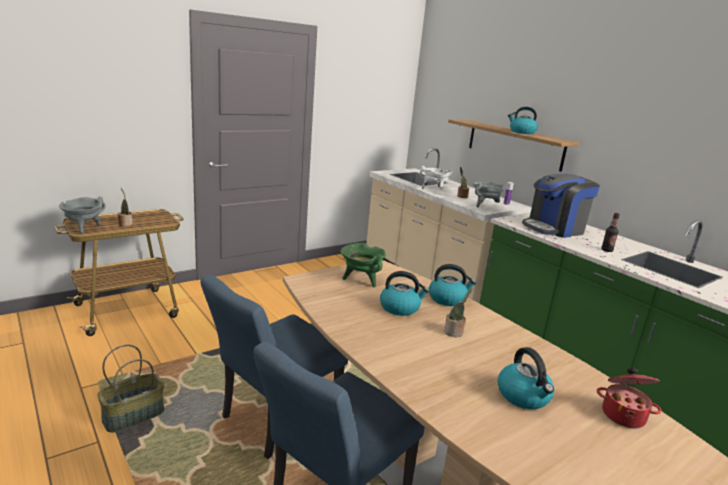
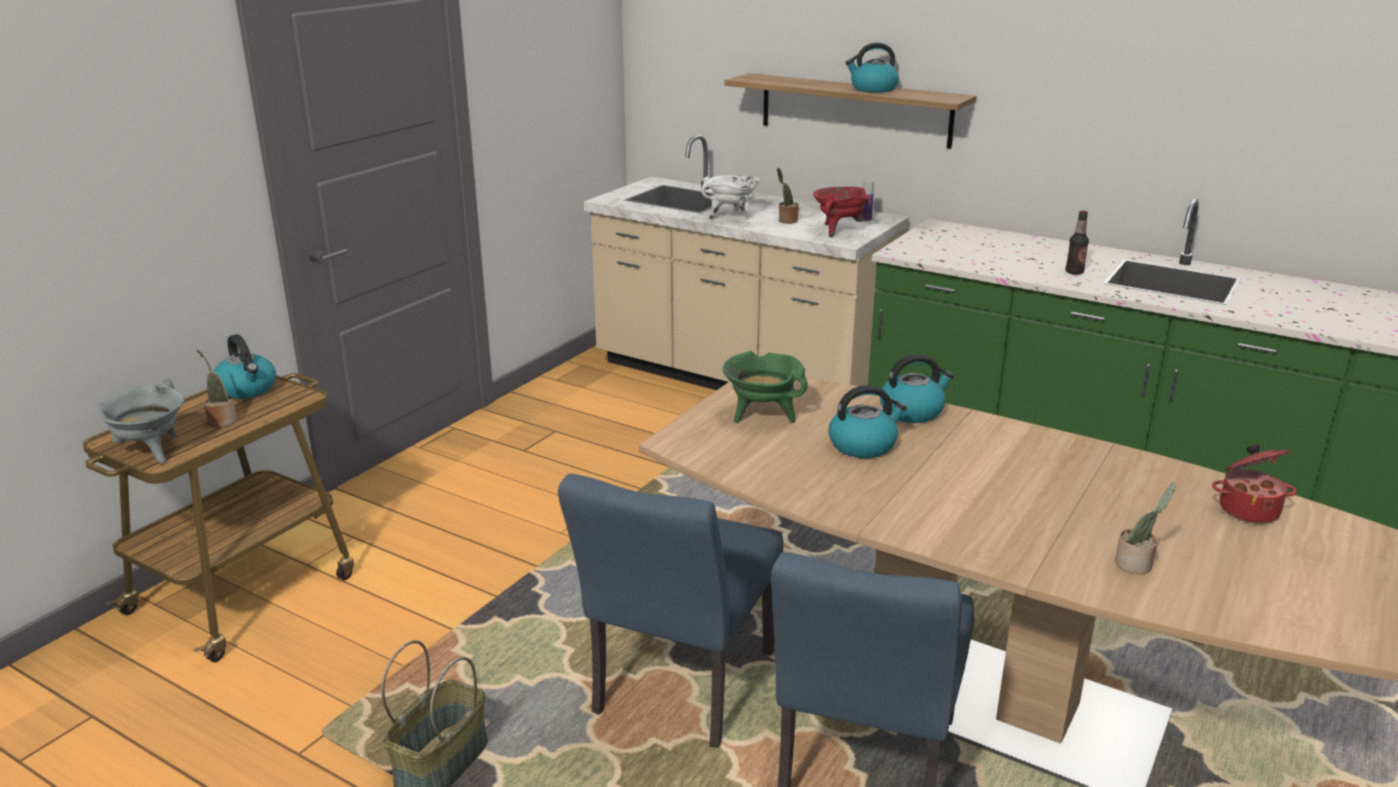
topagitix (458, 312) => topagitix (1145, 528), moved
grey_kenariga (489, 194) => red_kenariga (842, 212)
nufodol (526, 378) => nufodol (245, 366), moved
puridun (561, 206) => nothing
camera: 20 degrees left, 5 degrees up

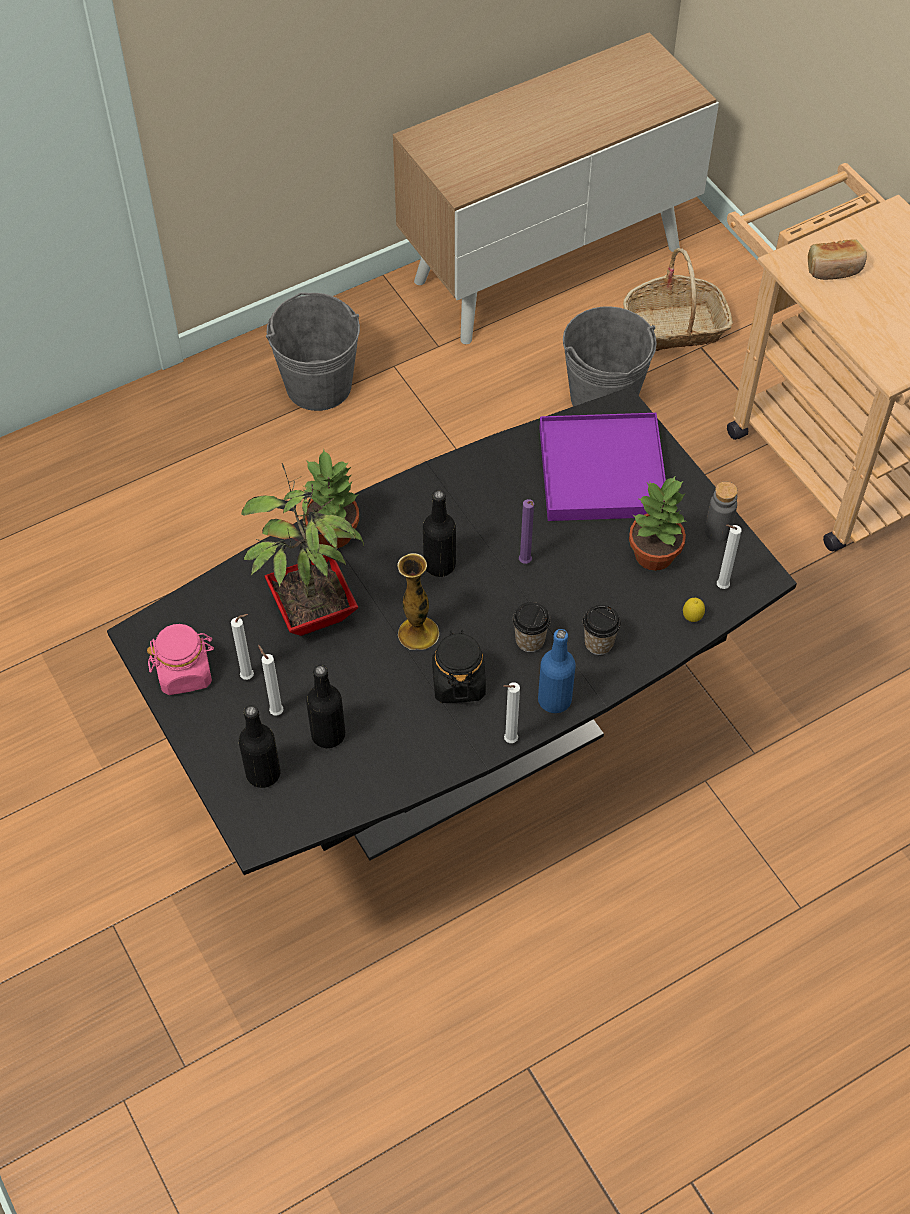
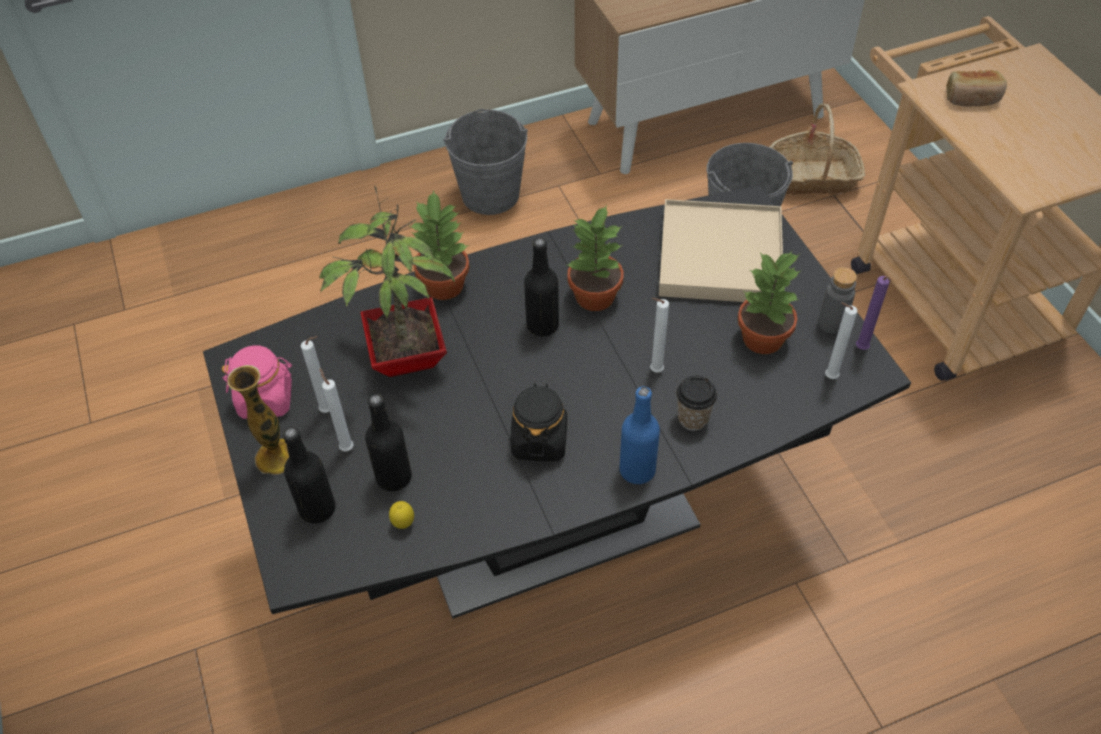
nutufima (418, 601) => nutufima (258, 420), moved
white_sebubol (511, 712) => white_sebubol (659, 335), moved
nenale (532, 627) => nothing
purple_sebubol (526, 531) => purple_sebubol (873, 313), moved
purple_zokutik (602, 467) => beige_zokutik (721, 250)
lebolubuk (694, 610) => lebolubuk (401, 515), moved
nothing => topagitix (595, 258)
camera: 10 degrees right, 5 degrees down

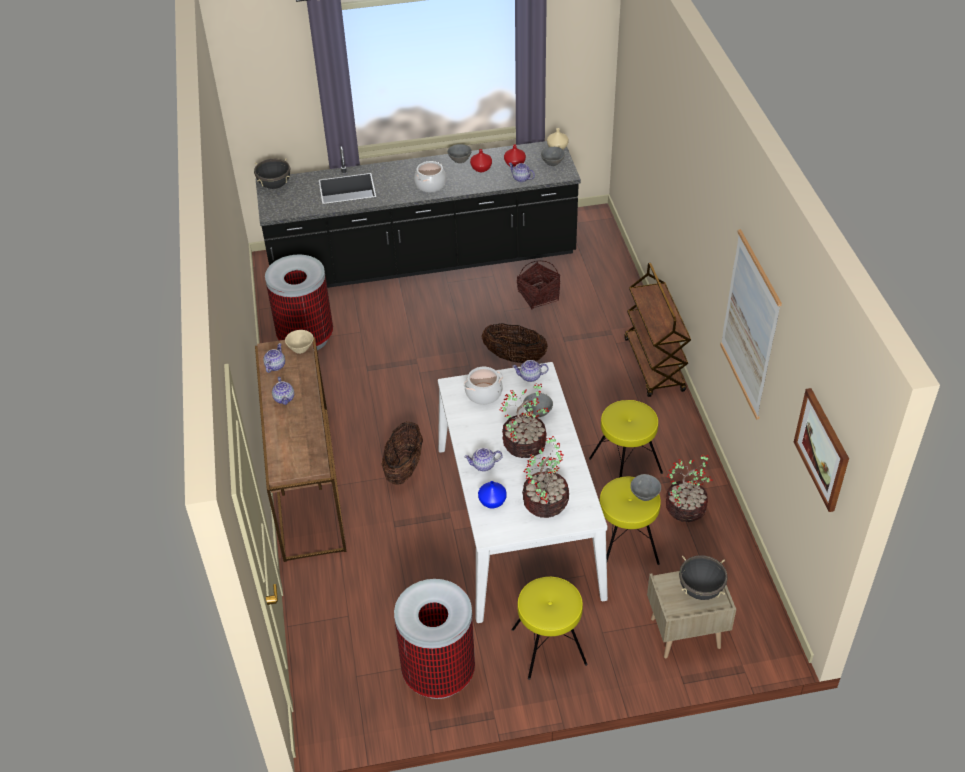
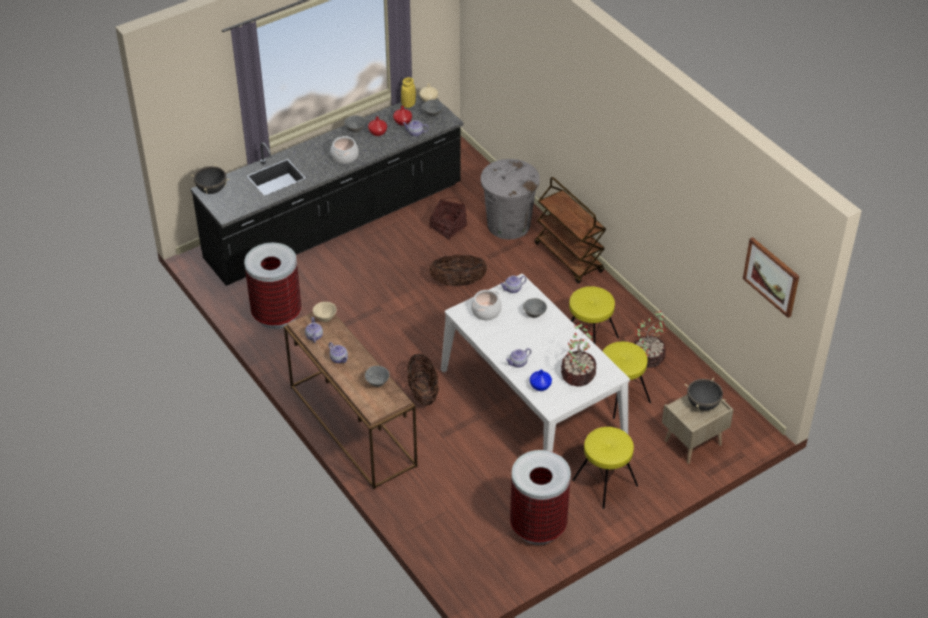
topagitix (524, 420) => nothing
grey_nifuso (645, 487) => grey_nifuso (377, 376), moved
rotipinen (751, 324) => nothing
nothing => yellow_nutufima (408, 92)
nothing => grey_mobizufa (510, 199)
camera: 25 degrees left, 0 degrees up

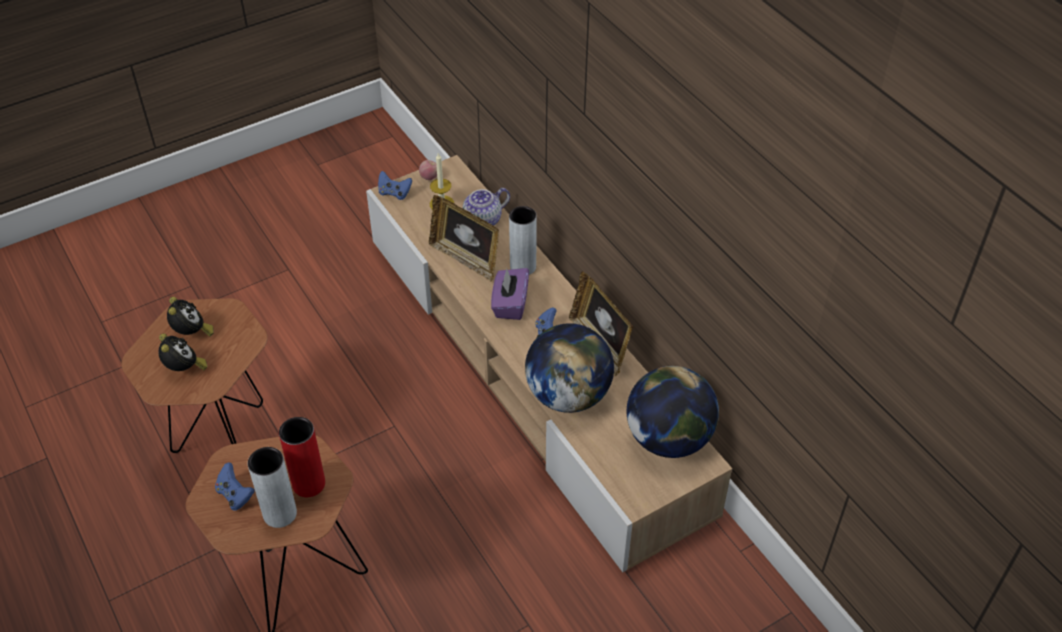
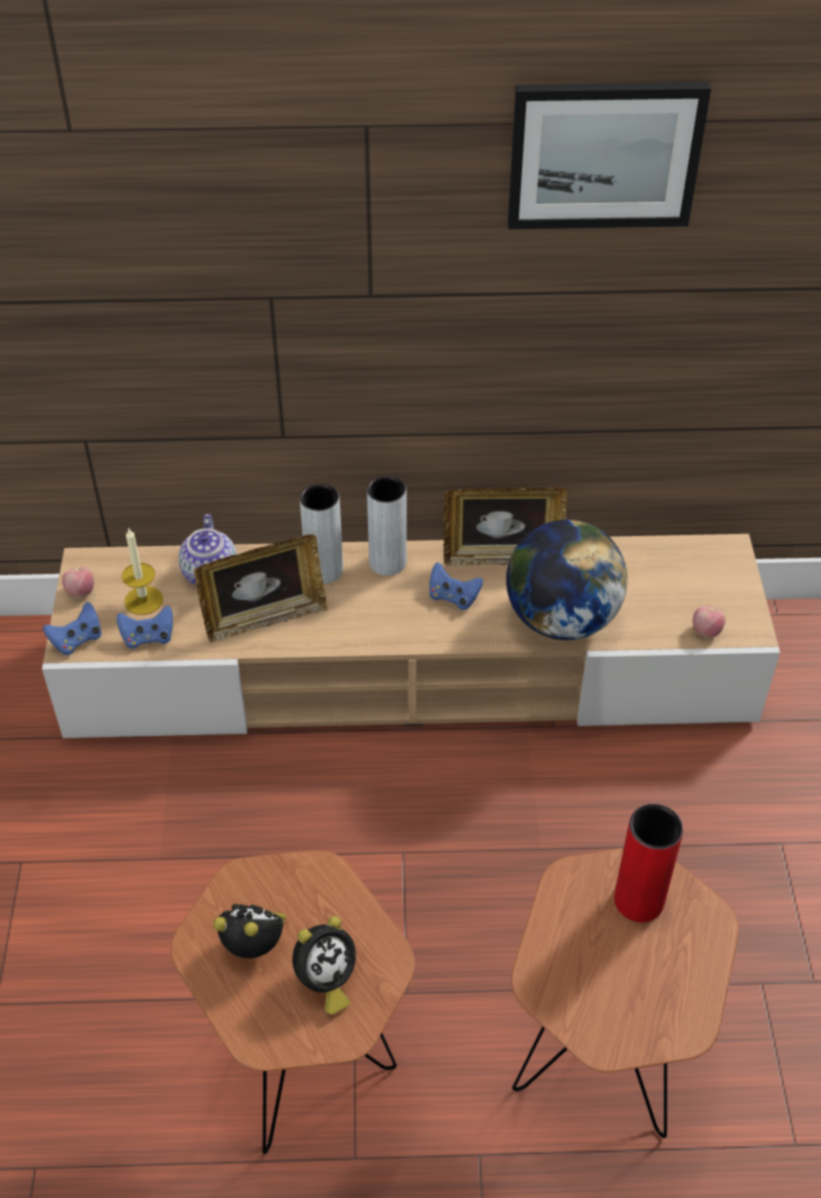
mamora (182, 352) => mamora (324, 965), 135 degrees clockwise
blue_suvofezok (235, 486) => blue_suvofezok (145, 627), moved
grey_nutufima (272, 487) => grey_nutufima (387, 526), moved
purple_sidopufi (510, 294) => nothing
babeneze (673, 412) => nothing
nothing => rotipinen (609, 155)
nothing => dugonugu (709, 622)
camera: 60 degrees left, 0 degrees up

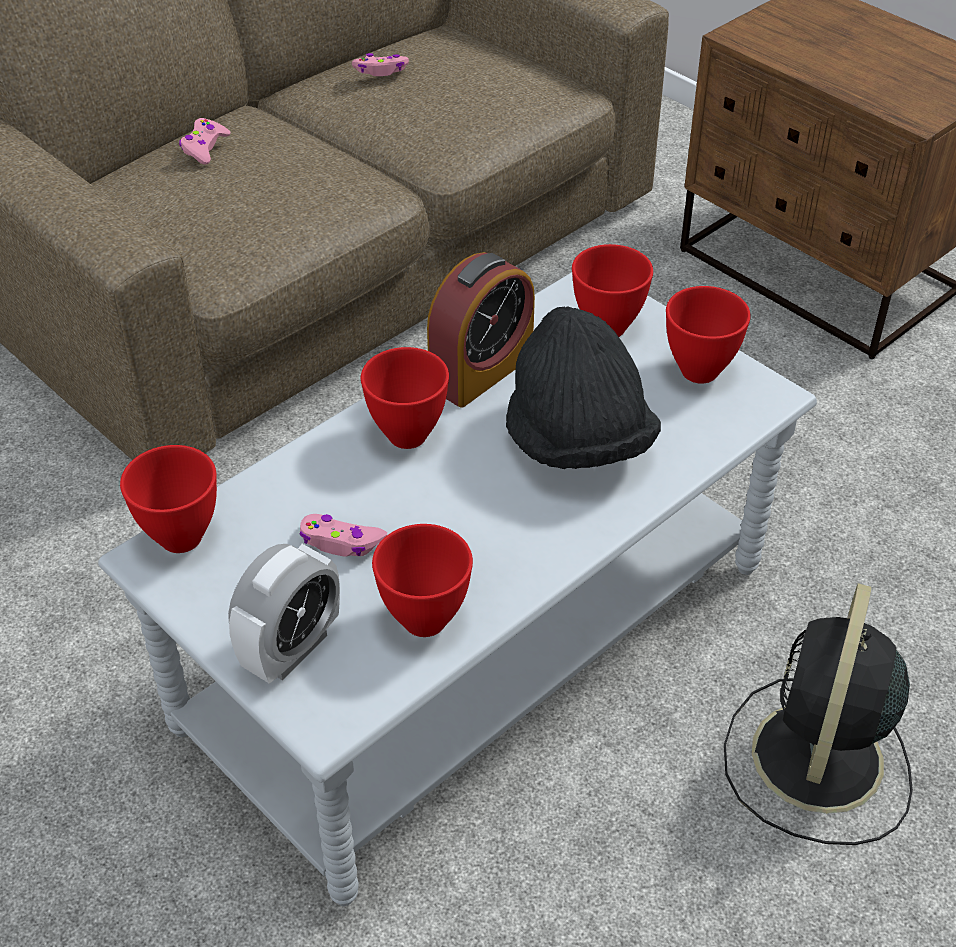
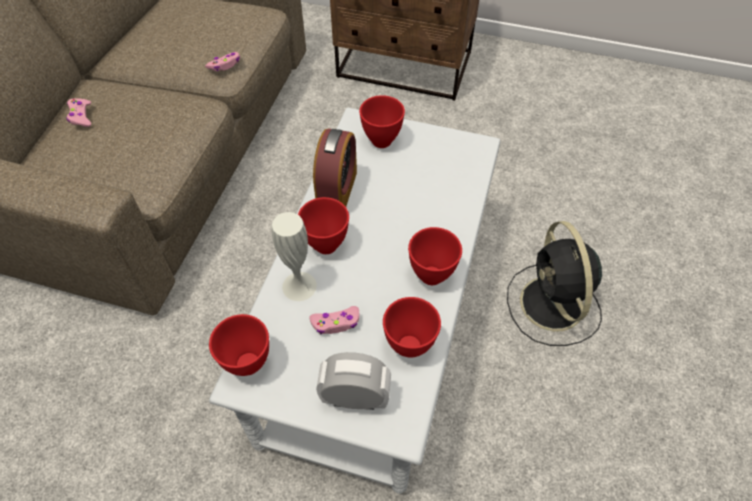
mamora (284, 614) => mamora (353, 381), 90 degrees counterclockwise
pink_suvofezok (380, 64) => pink_suvofezok (222, 61), moved
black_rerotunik (583, 387) => nothing
red_nifuso (708, 335) => red_nifuso (435, 256), moved
nothing => white_nutufima (294, 256)
camera: 30 degrees left, 10 degrees up

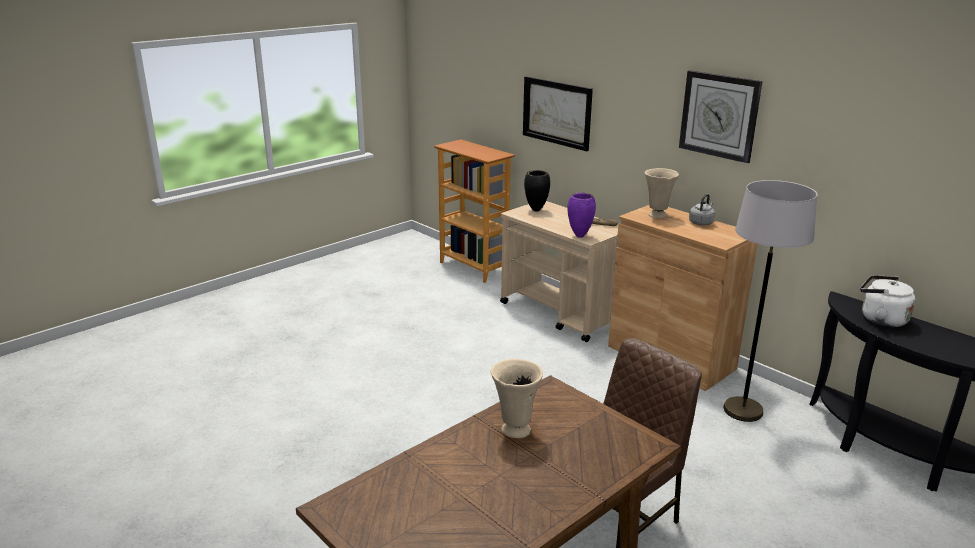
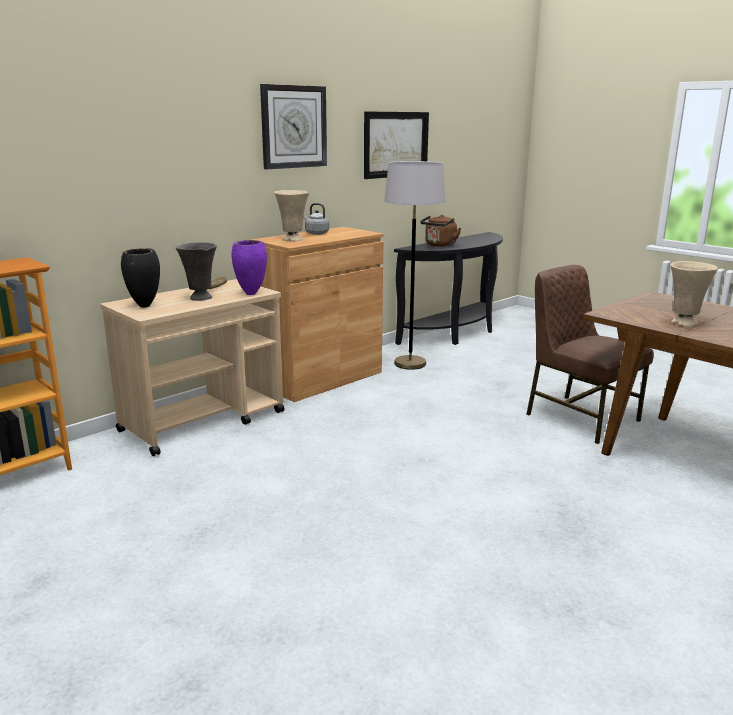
rotipinen (558, 113) => rotipinen (396, 145), moved
white_nufodol (887, 301) => brown_nufodol (440, 231)
nothing => grey_nutufima (196, 271)
camera: 90 degrees left, 5 degrees down

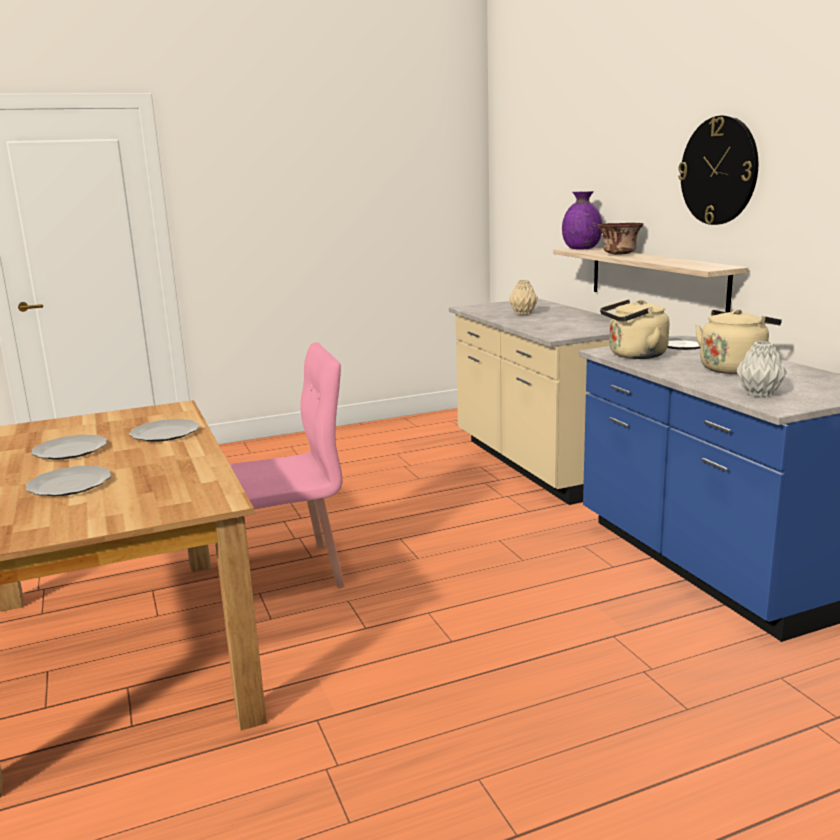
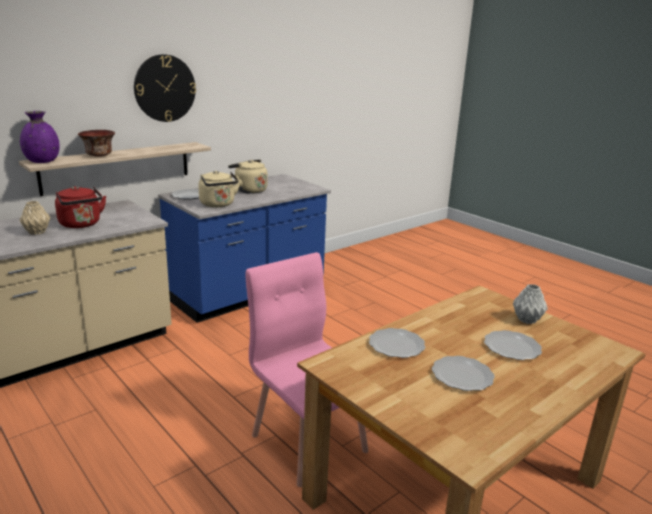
grey_nutufima (762, 369) => grey_nutufima (530, 304), moved
nothing => red_nufodol (80, 207)
camera: 110 degrees left, 5 degrees up

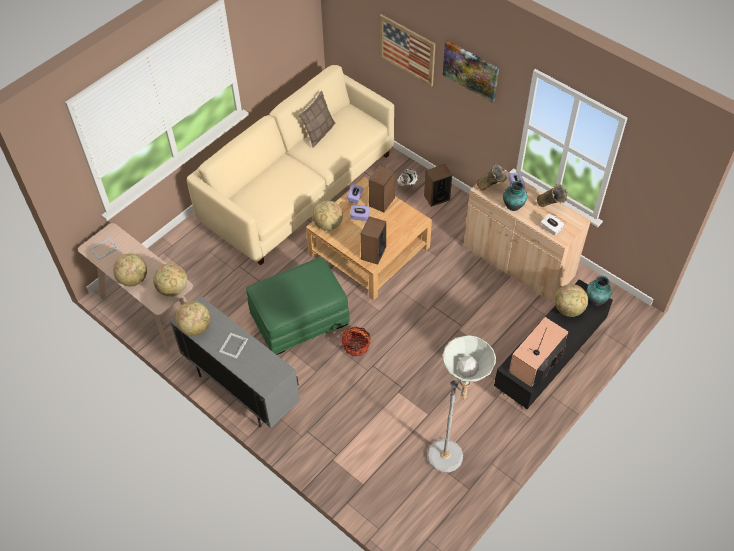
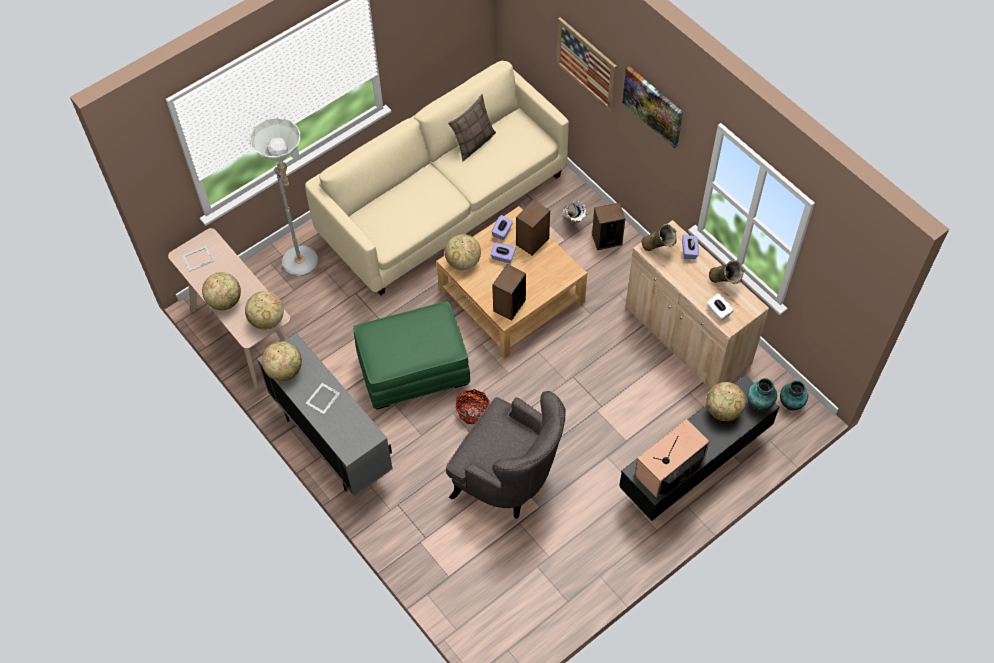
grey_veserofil (461, 403) => grey_veserofil (284, 197), moved
nutufima (515, 196) => nutufima (794, 395), moved
nothing => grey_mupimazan (505, 455)
camera: 10 degrees right, 5 degrees up

